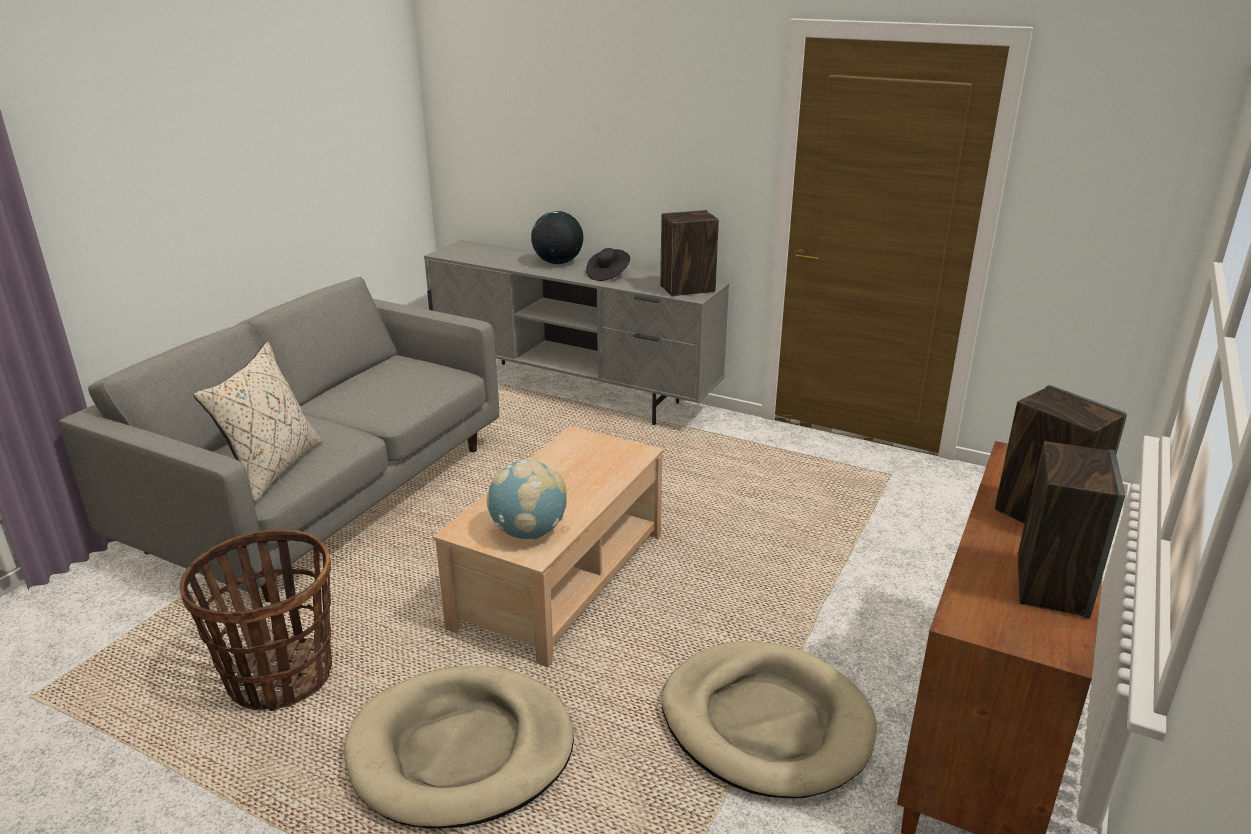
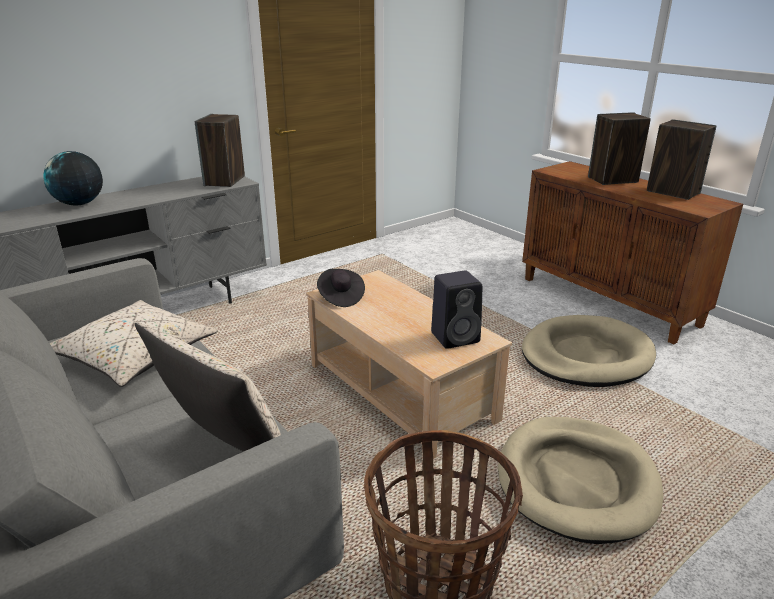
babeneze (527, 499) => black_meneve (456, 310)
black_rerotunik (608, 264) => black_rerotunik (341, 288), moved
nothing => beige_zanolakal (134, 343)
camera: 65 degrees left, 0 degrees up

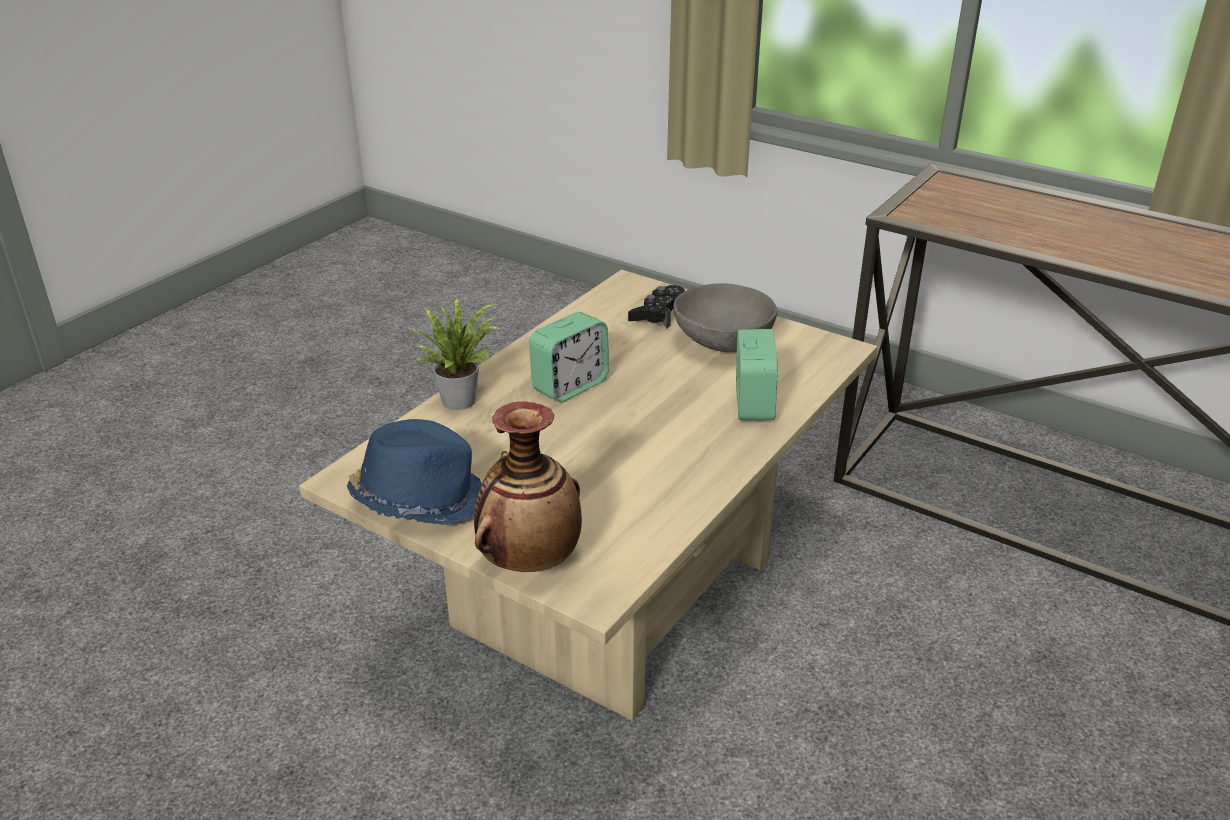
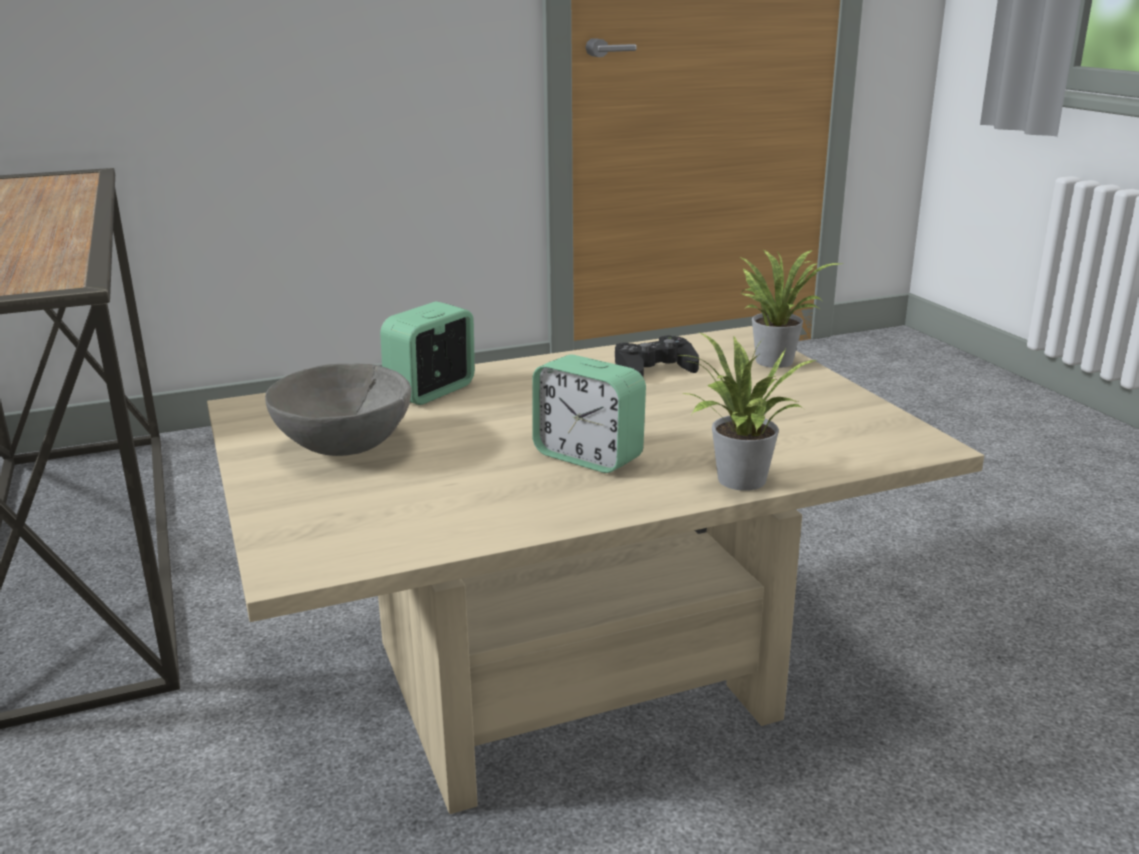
blue_rerotunik (414, 472) => nothing
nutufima (528, 486) => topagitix (791, 308)
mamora (569, 357) => mamora (589, 414), 135 degrees counterclockwise
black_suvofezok (656, 307) => black_suvofezok (657, 356), moved
camera: 145 degrees left, 10 degrees down

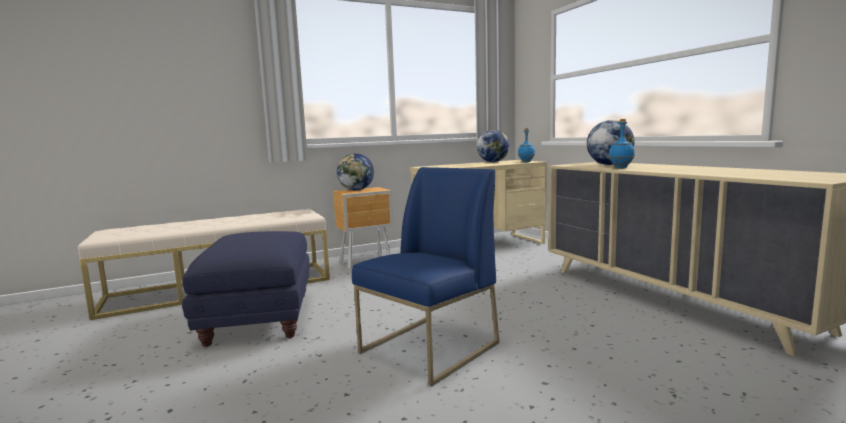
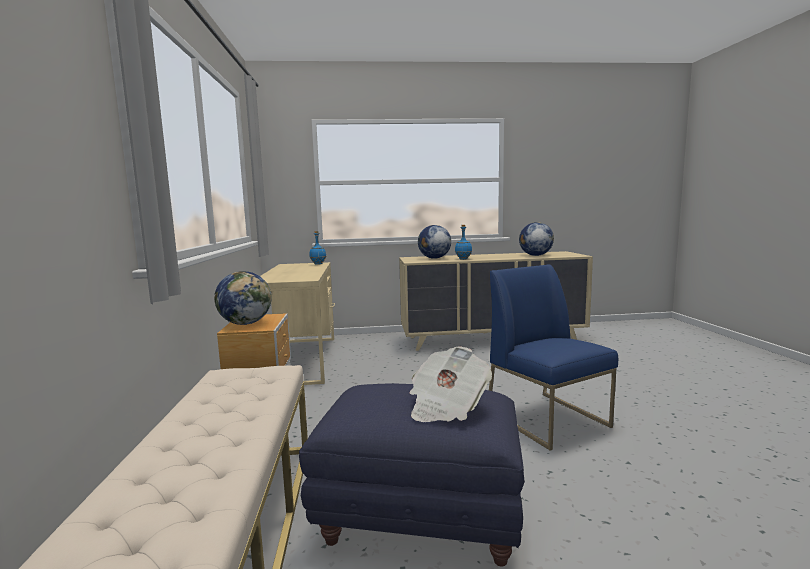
babeneze (493, 146) => babeneze (536, 239), moved
nothing => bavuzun (450, 384)
camera: 70 degrees left, 0 degrees up

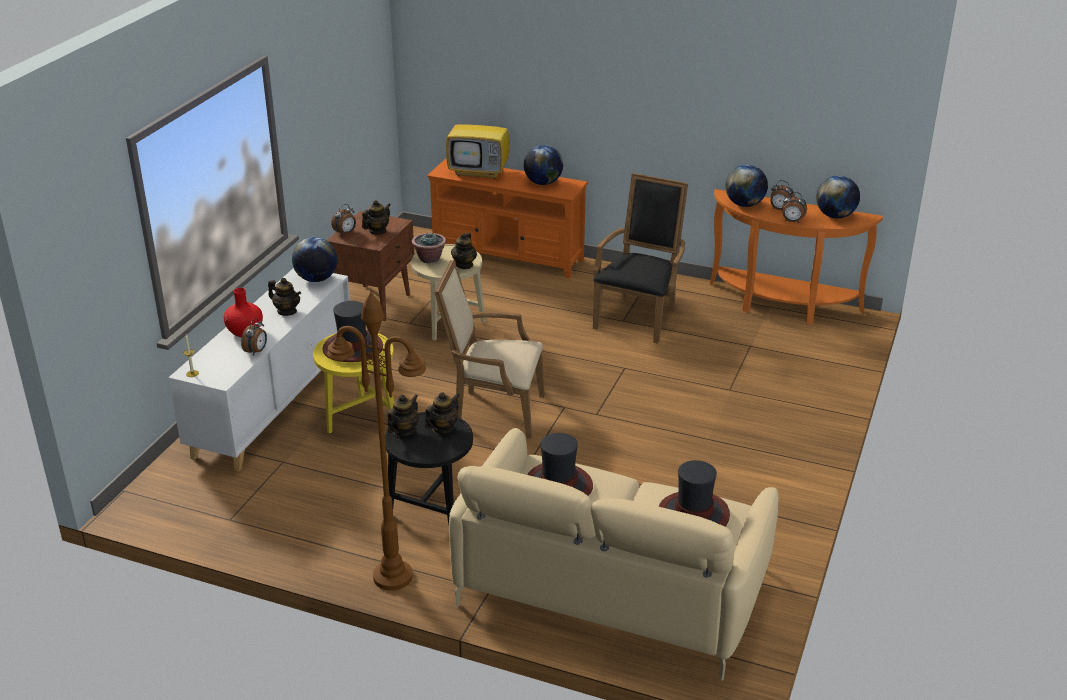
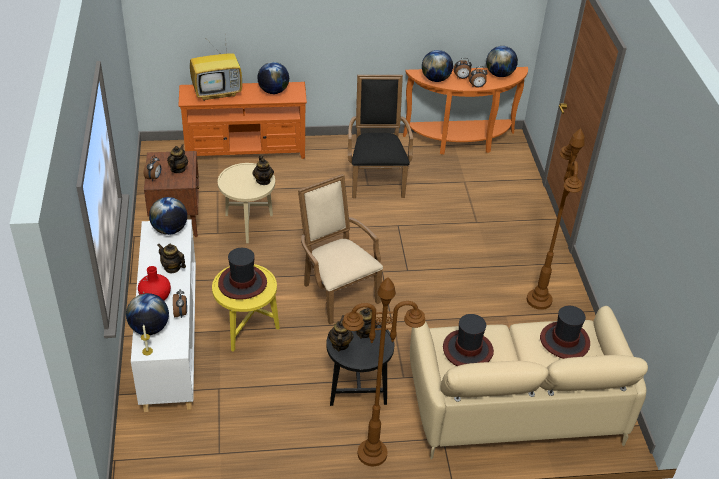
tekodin (284, 297) => tekodin (172, 258), 150 degrees counterclockwise
topagitix (429, 247) => nothing
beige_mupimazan (489, 349) => beige_mupimazan (340, 249), 75 degrees clockwise
nothing => babeneze (147, 314)
nothing => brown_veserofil (556, 219)
camera: 30 degrees left, 10 degrees up

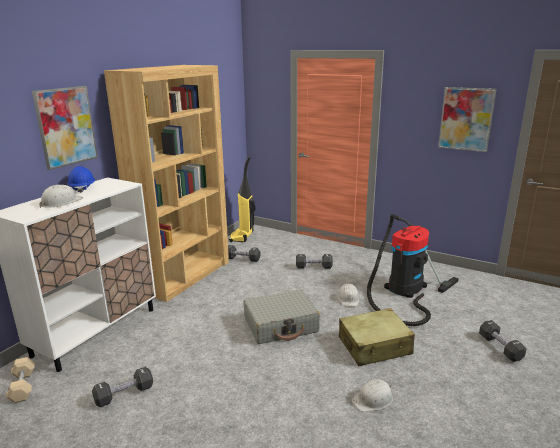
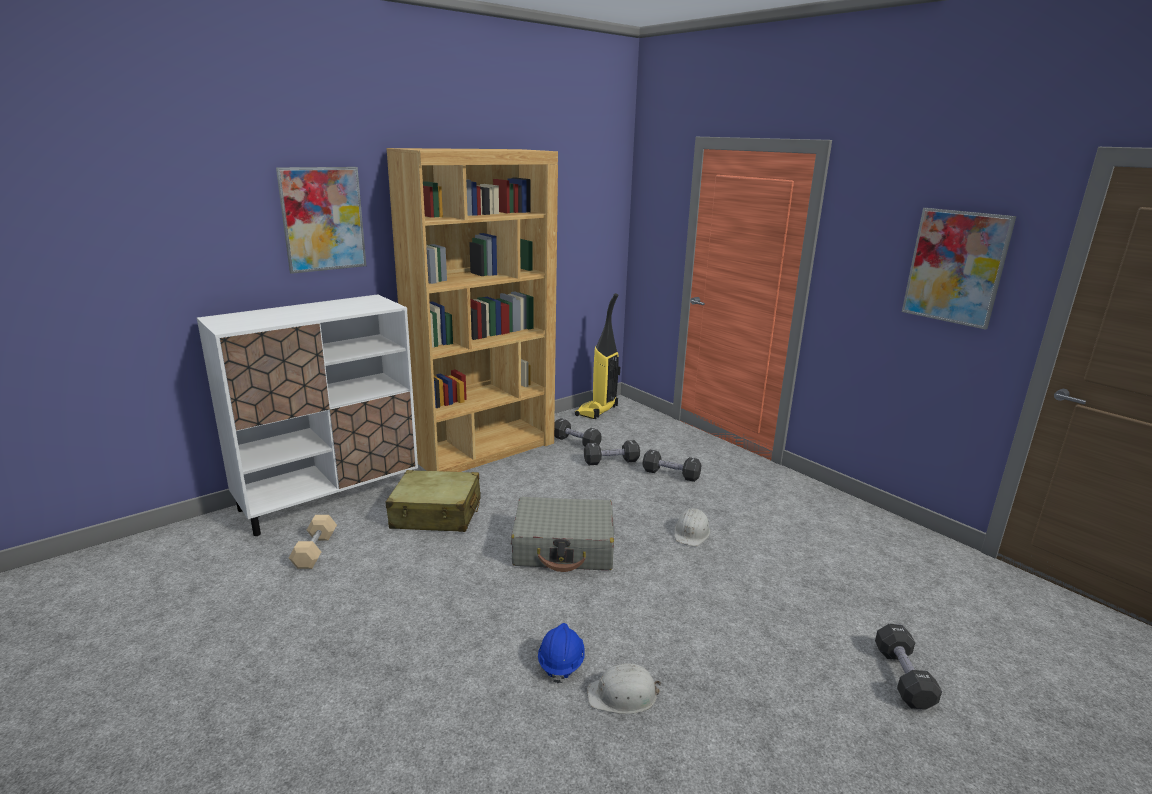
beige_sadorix (20, 380) => beige_sadorix (313, 542), moved
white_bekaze (61, 196) => nothing
blue_bekaze (81, 179) => blue_bekaze (561, 653), moved
black_sadorix (122, 387) => black_sadorix (612, 452), moved
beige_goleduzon (377, 337) => beige_goleduzon (433, 501), moved
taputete (413, 270) => nothing
camera: 20 degrees right, 0 degrees up

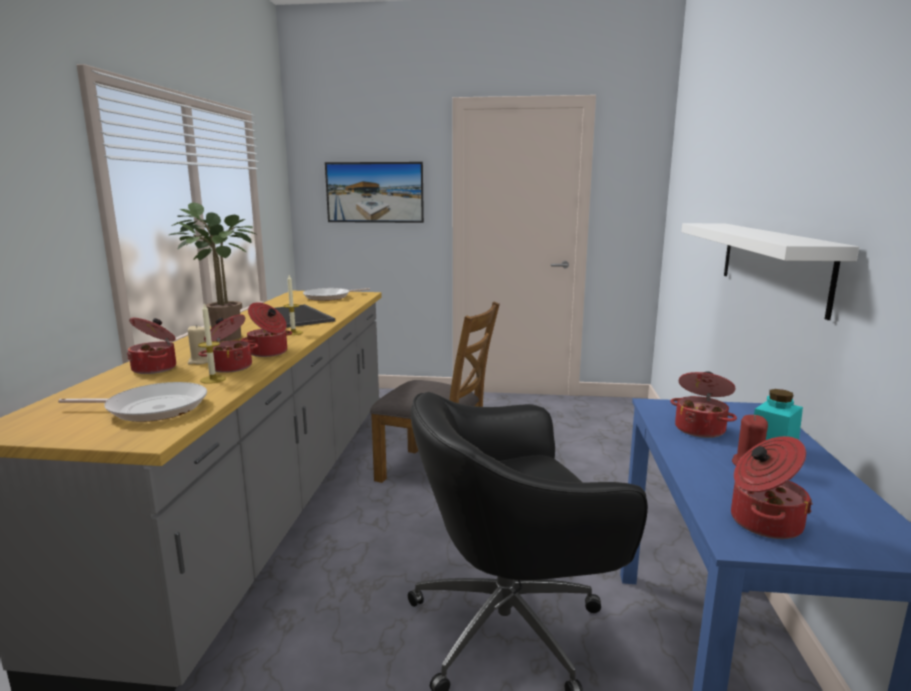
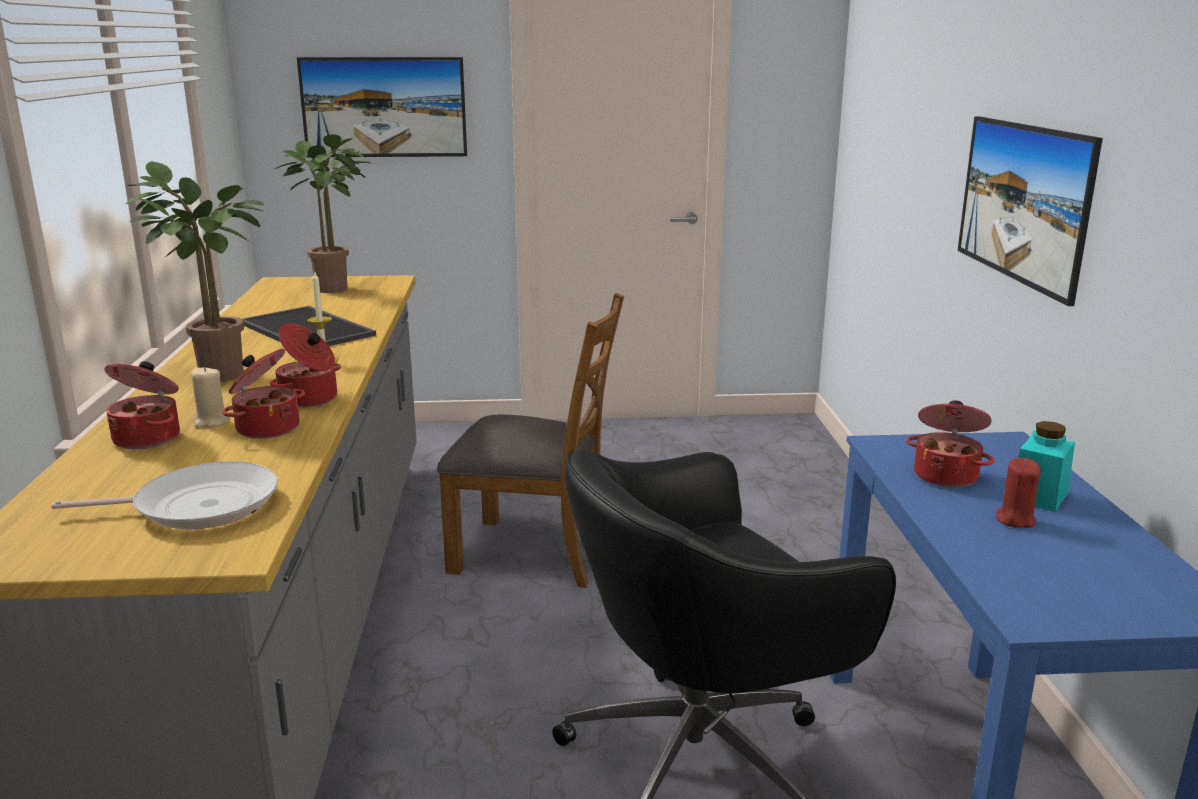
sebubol (212, 343) => nothing
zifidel (336, 294) => topagitix (323, 213)
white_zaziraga (770, 271) => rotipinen (1030, 211)
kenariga (772, 487) => nothing
camera: 10 degrees left, 5 degrees up

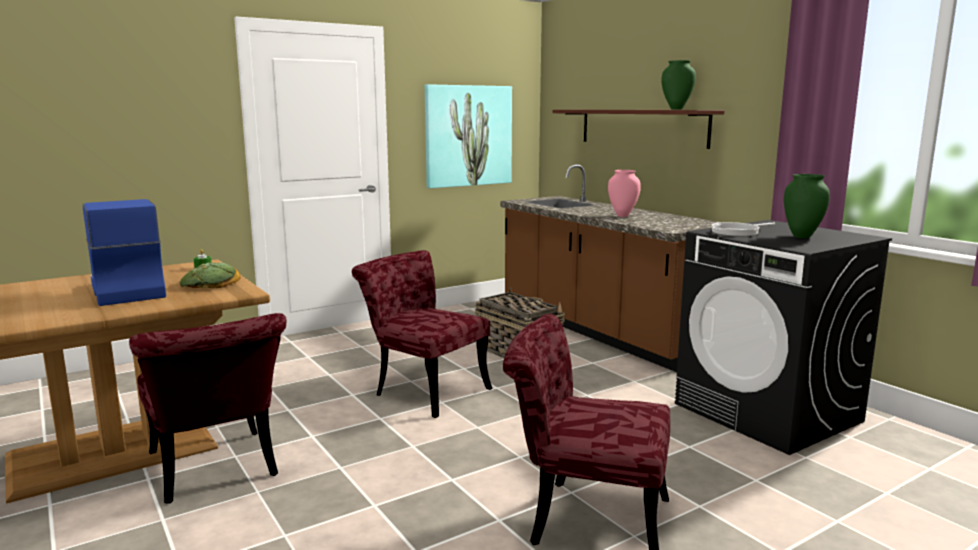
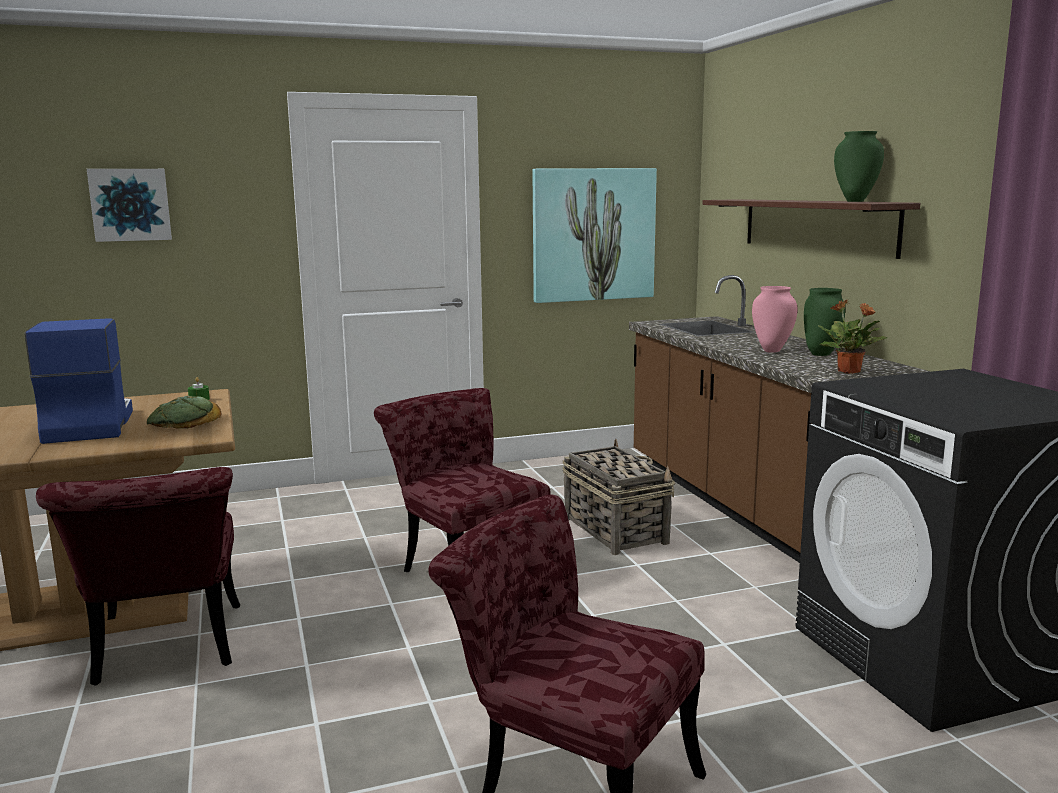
zifidel (743, 229) => nothing
green_nutufima (807, 206) => green_nutufima (824, 322), moved
nothing => rotipinen (129, 205)
nothing => topagitix (852, 337)
camera: 15 degrees right, 0 degrees up

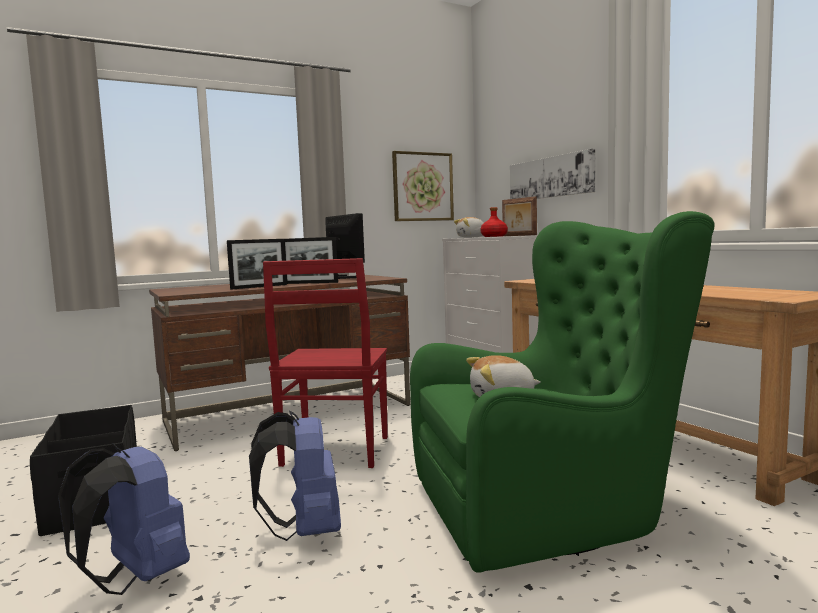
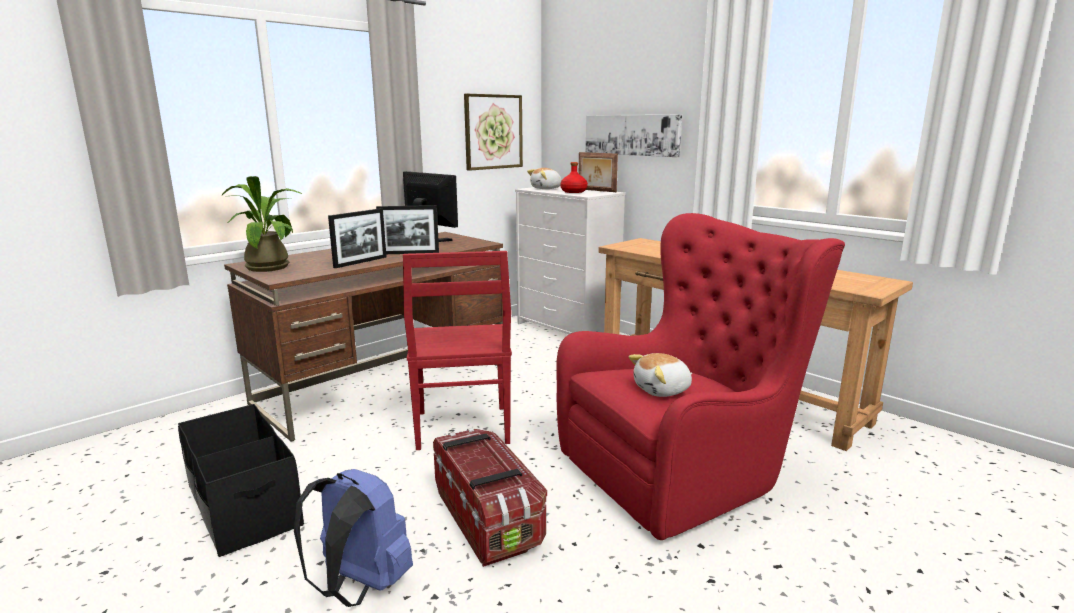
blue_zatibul (295, 475) => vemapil (490, 497)
green_mupimazan (562, 392) => red_mupimazan (700, 376)
nothing => topagitix (262, 224)
camera: 15 degrees left, 10 degrees up

